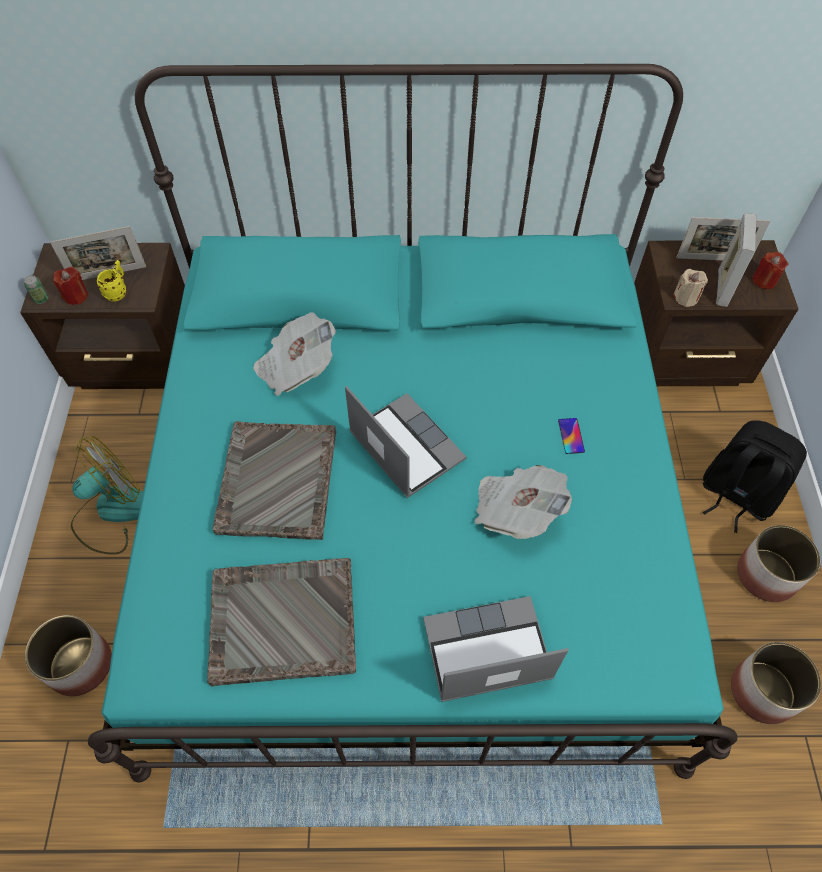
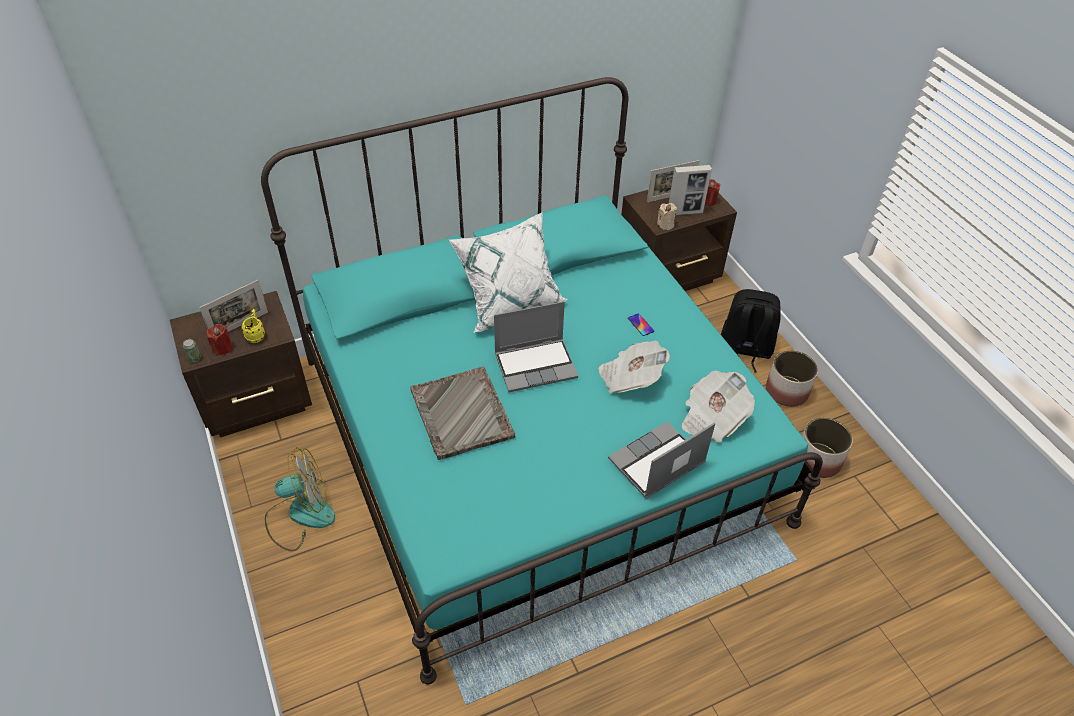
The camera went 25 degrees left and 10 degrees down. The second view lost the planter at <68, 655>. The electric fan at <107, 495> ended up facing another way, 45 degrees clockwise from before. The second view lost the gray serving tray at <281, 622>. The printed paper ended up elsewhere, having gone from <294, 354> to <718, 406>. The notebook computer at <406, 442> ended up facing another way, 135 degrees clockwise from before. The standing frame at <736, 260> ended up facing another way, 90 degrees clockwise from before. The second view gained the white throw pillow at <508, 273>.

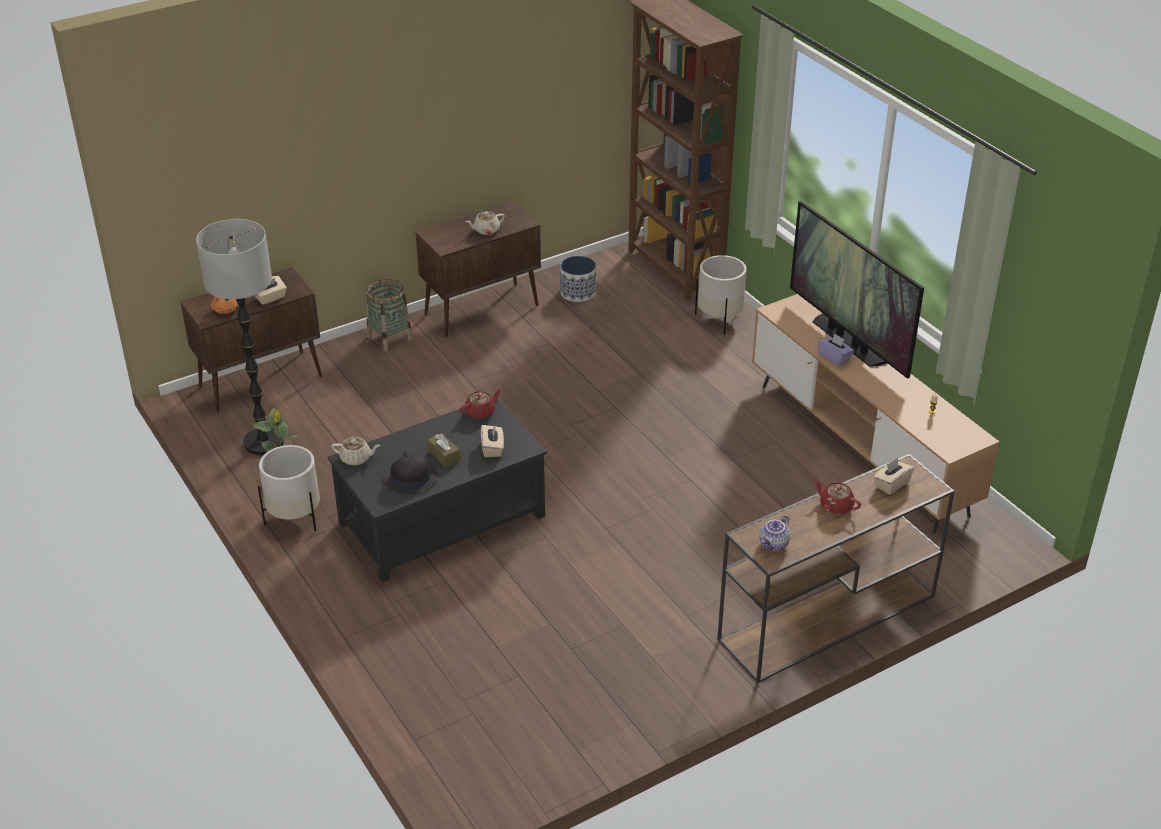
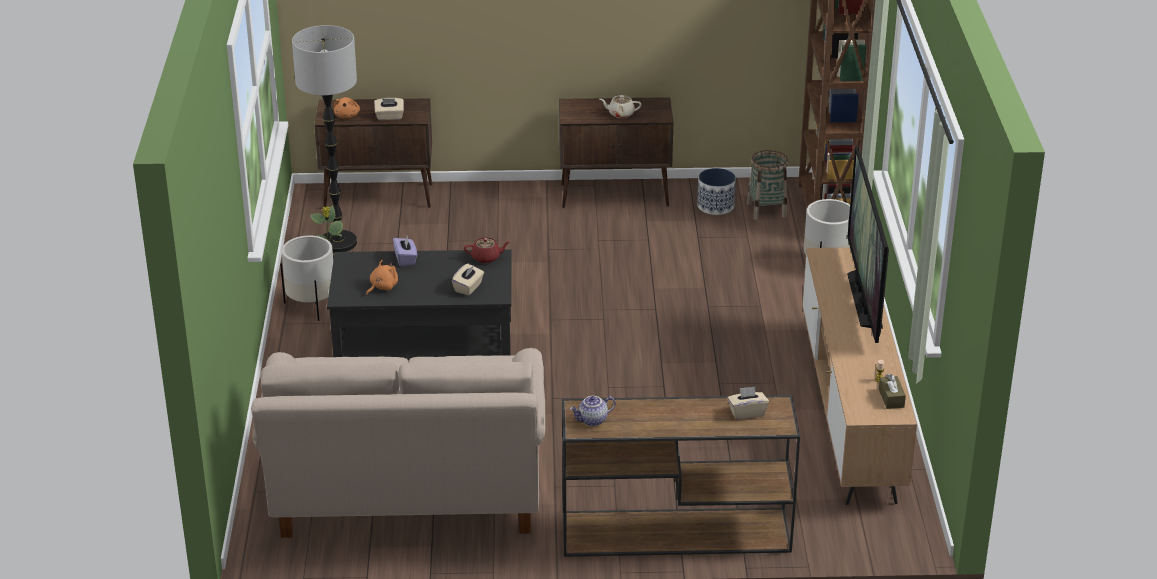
The camera went 30 degrees right and 5 degrees down. The second view lost the sand-coloured teapot at <355, 451>. The basket ended up elsewhere, having gone from <390, 315> to <767, 185>. Where the black-coloured hat stood at <410, 472>, the orangey plush toy came to stand at <382, 277>. The brown-coloured tissue box ended up elsewhere, having gone from <444, 450> to <892, 391>. The second view lost the red teapot at <837, 496>. The purple-coloured tissue box ended up elsewhere, having gone from <836, 349> to <405, 251>. The second view gained the sand-coloured settee at <398, 443>.

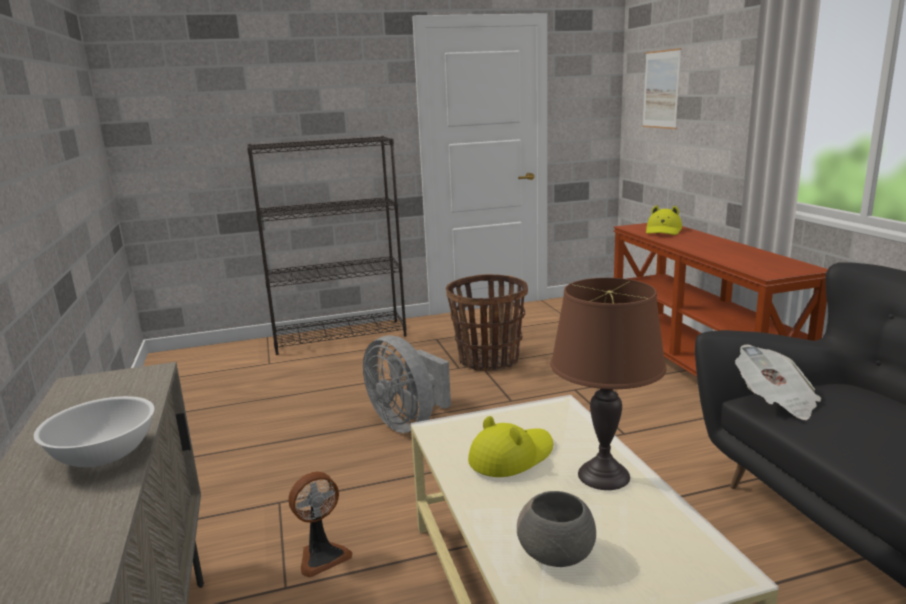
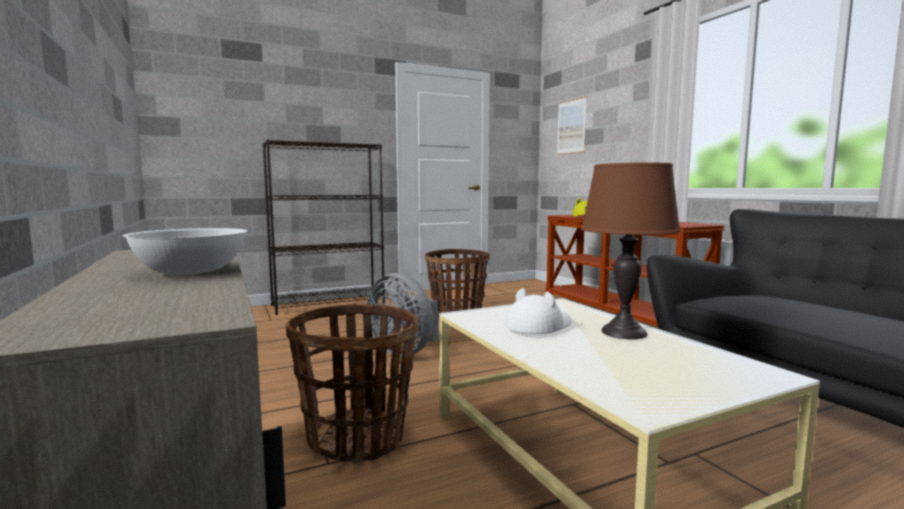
The camera went 10 degrees left and 10 degrees down. Where the electric fan stood at <320, 525>, the basket came to stand at <352, 383>. What was the yellowish hat at <510, 446> turned into the white hat at <538, 311>. The second view lost the gray serving bowl at <556, 529>. The second view lost the printed paper at <778, 382>.

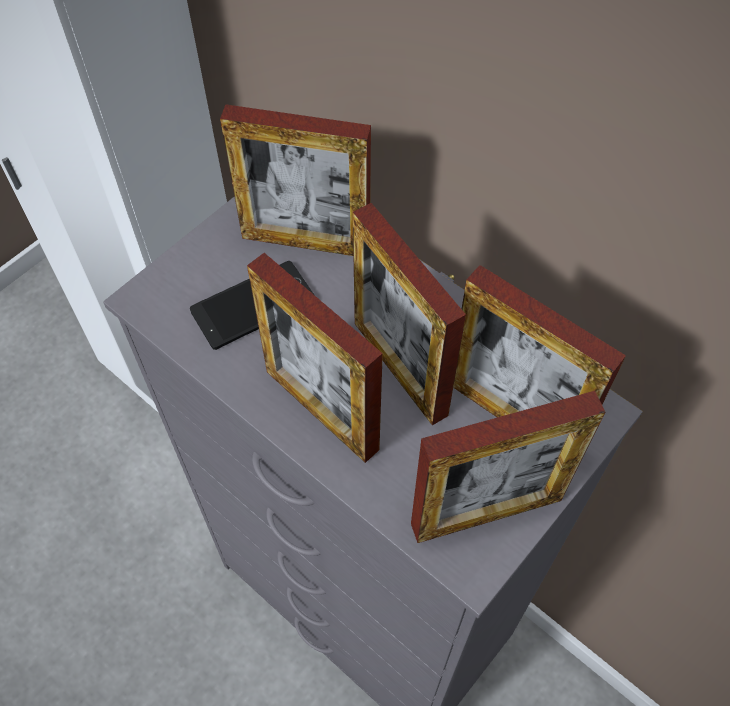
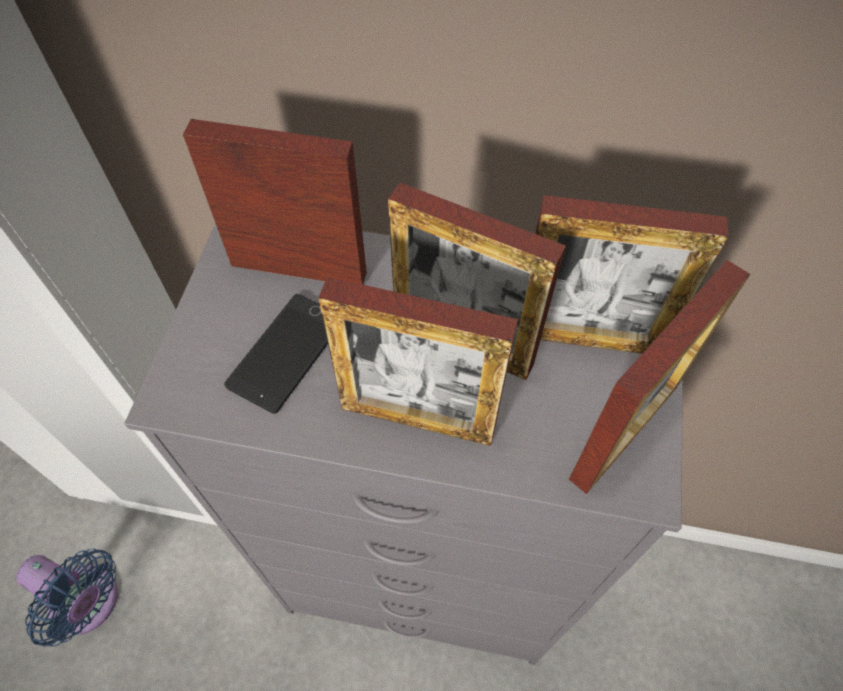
The camera went 30 degrees left and 0 degrees up. The standing frame at <295, 180> ended up facing another way, 150 degrees counterclockwise from before. The second view gained the bluish electric fan at <66, 597>.

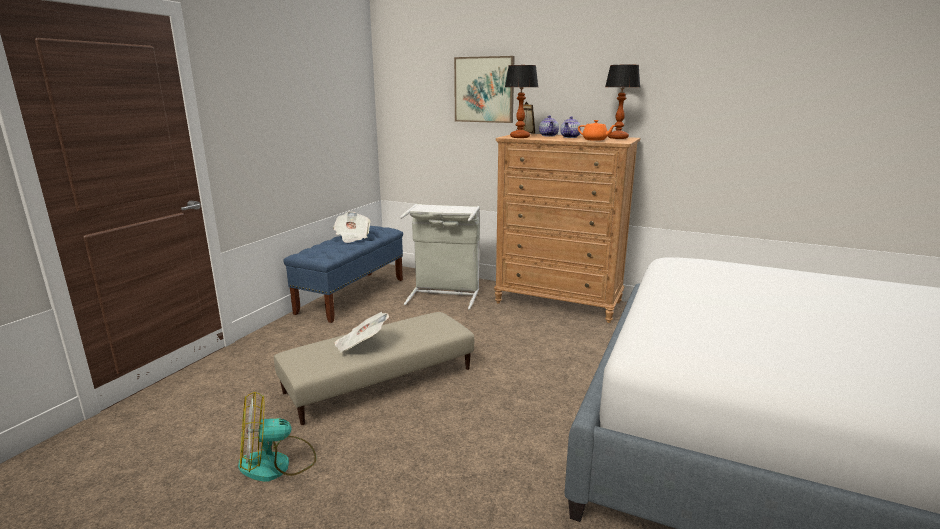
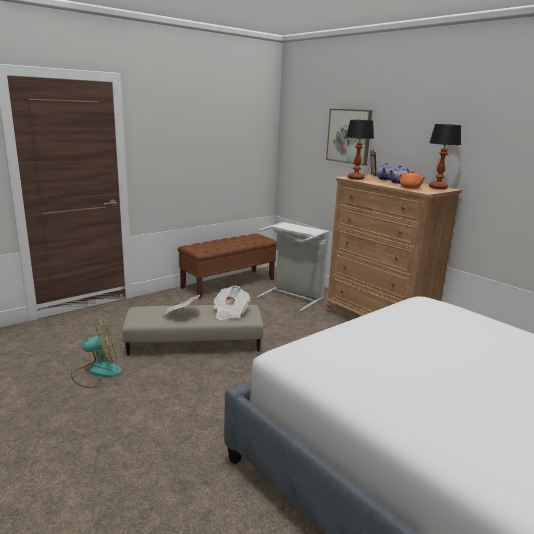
The camera went 25 degrees right and 0 degrees up. The electric fan at <277, 436> ended up facing another way, 150 degrees clockwise from before. What was the bluish long seat at <343, 274> turned into the brown-coloured long seat at <227, 266>. The printed paper ended up elsewhere, having gone from <352, 227> to <231, 303>.

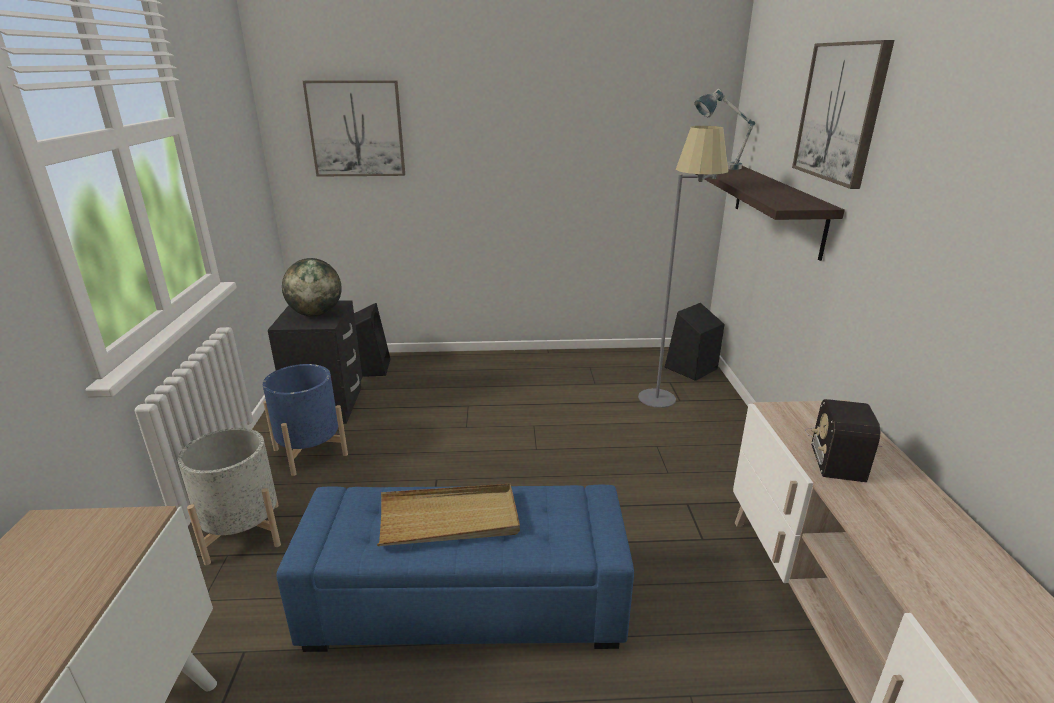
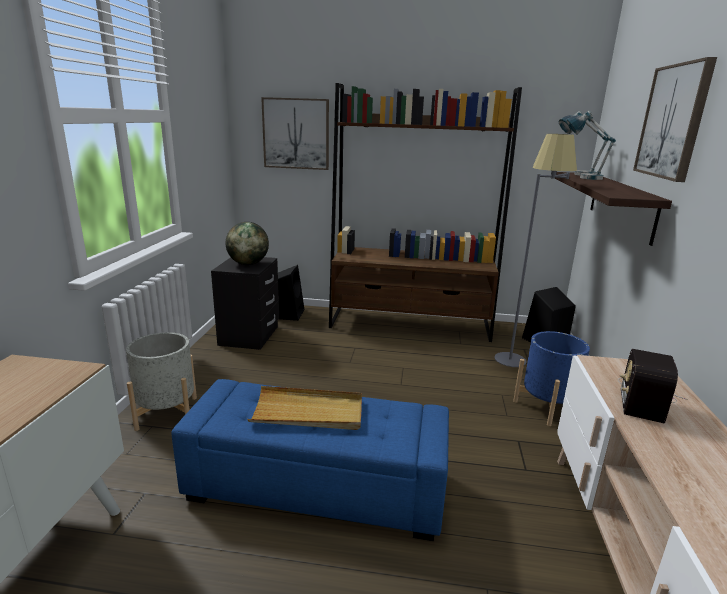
The camera went 10 degrees right and 5 degrees down. The bluish planter ended up elsewhere, having gone from <305, 420> to <551, 378>. The second view gained the brown-coloured bookshelf at <425, 212>. The second view gained the tabletop lamp at <591, 145>.

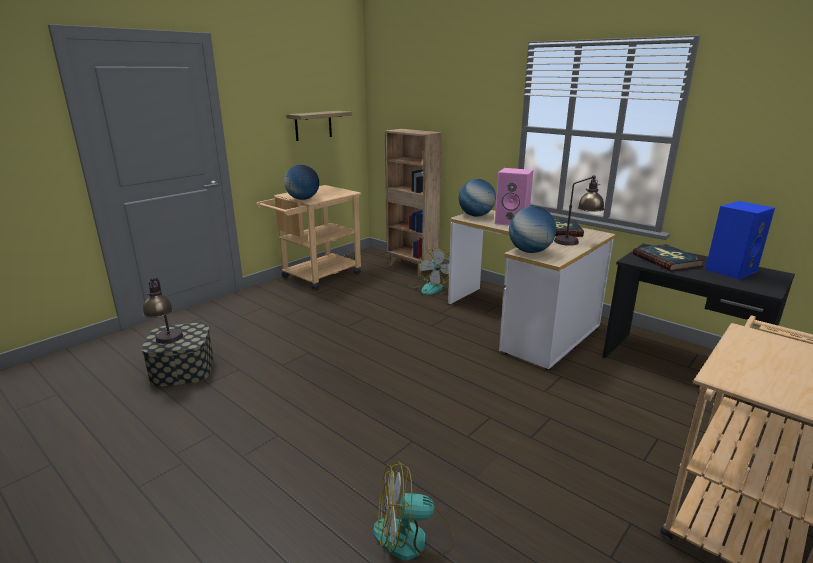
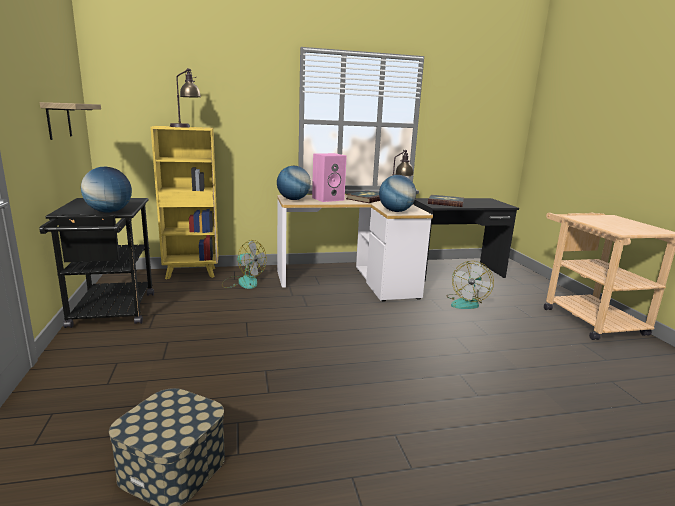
The camera went 55 degrees left and 5 degrees down. The tabletop lamp ended up elsewhere, having gone from <163, 311> to <185, 97>. What was the sand-coloured cart at <309, 237> turned into the black-coloured cart at <97, 263>. The electric fan ended up elsewhere, having gone from <414, 511> to <470, 285>. What was the brown-coloured bookshelf at <413, 202> turned into the yellowish bookshelf at <184, 202>. The second view lost the bluish audio speaker at <740, 240>.

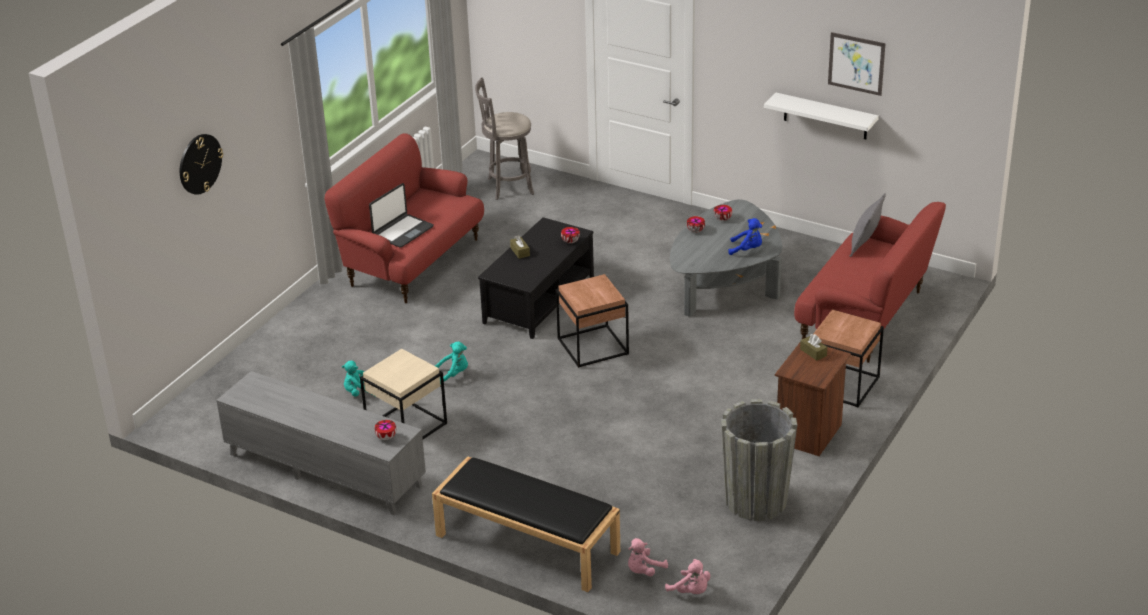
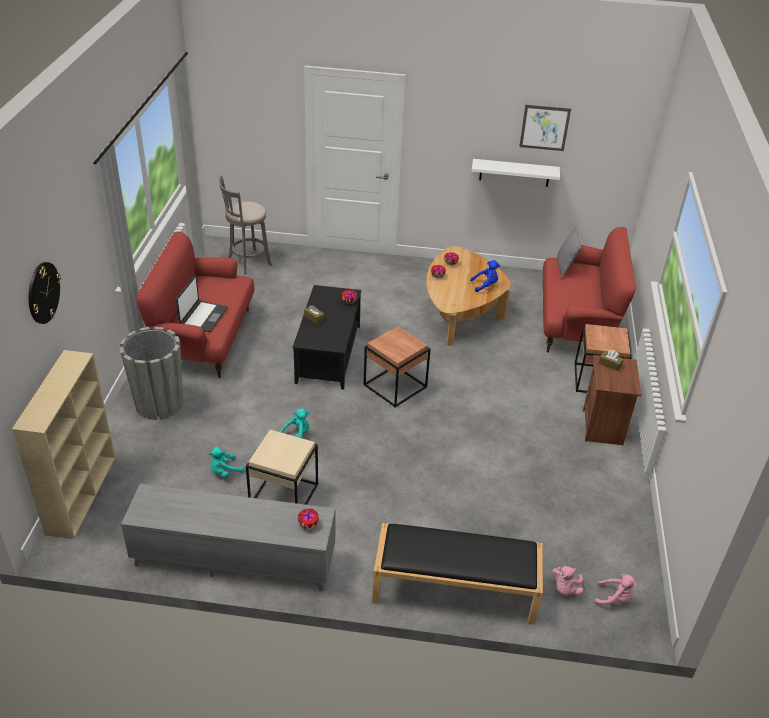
The camera went 25 degrees left and 5 degrees up. What was the gray lounge table at <726, 258> turned into the brown-coloured lounge table at <468, 296>. The gray planter ended up elsewhere, having gone from <759, 460> to <151, 373>. The second view gained the sand-coloured bookshelf at <64, 444>.

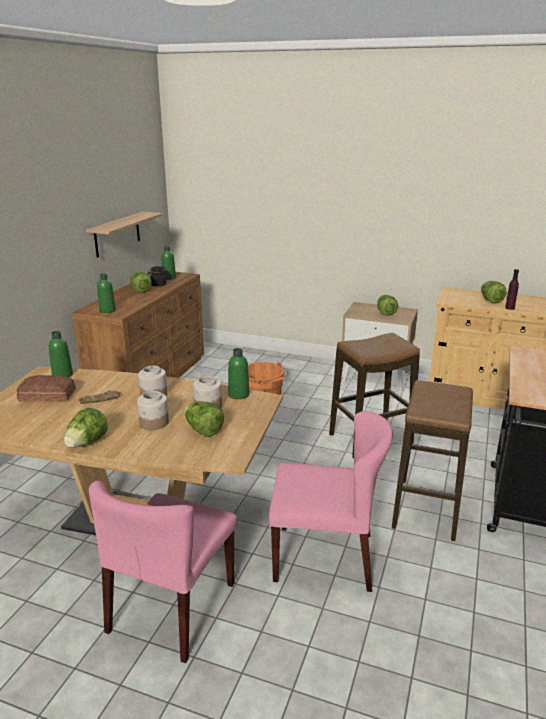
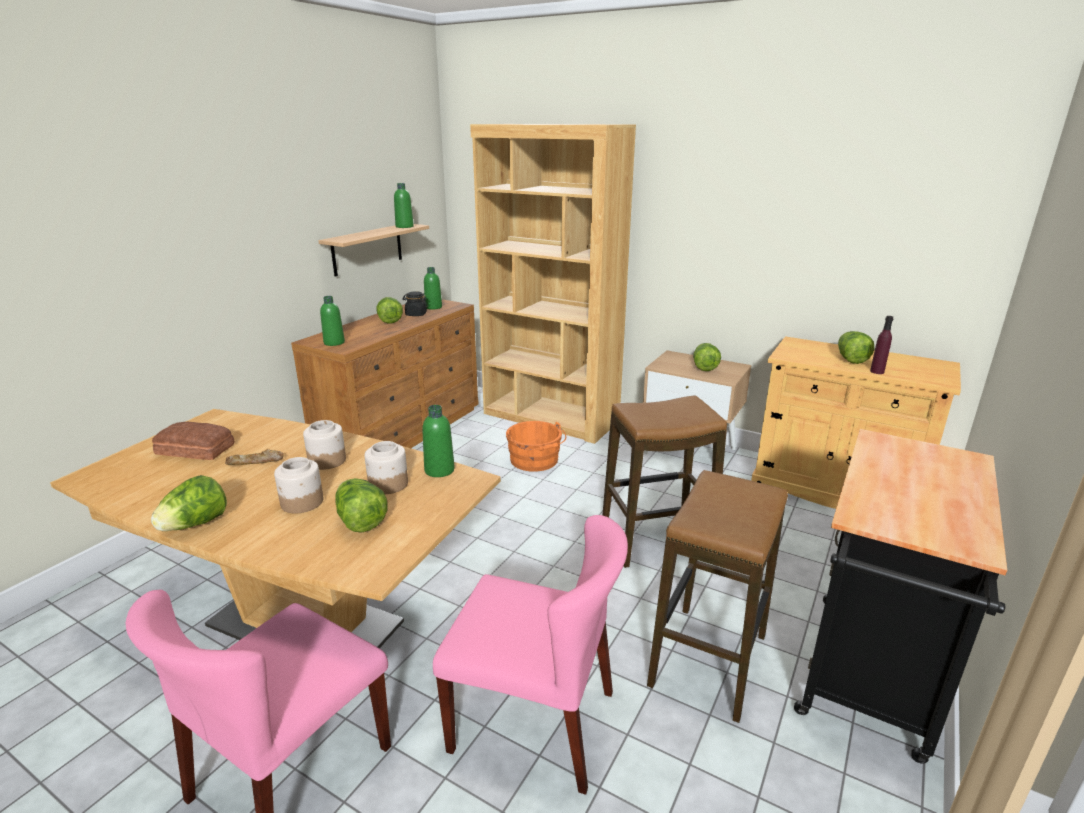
The camera went 10 degrees right and 0 degrees up. The greenish drink bottle ended up elsewhere, having gone from <61, 354> to <404, 205>. The second view gained the brown-coloured bookshelf at <553, 284>.

